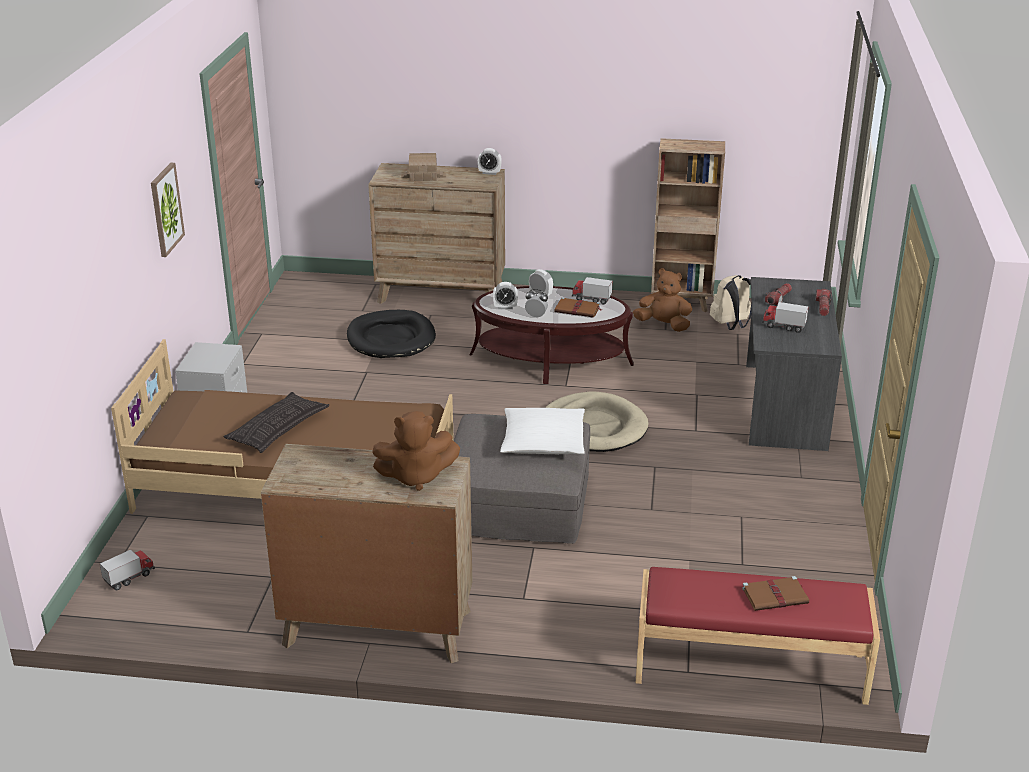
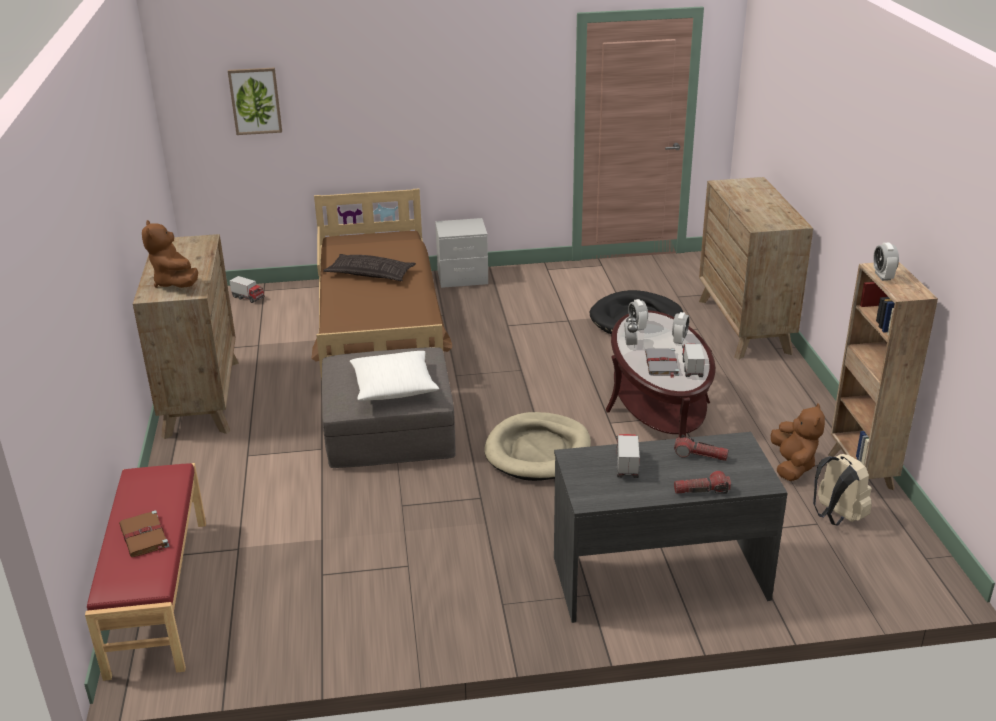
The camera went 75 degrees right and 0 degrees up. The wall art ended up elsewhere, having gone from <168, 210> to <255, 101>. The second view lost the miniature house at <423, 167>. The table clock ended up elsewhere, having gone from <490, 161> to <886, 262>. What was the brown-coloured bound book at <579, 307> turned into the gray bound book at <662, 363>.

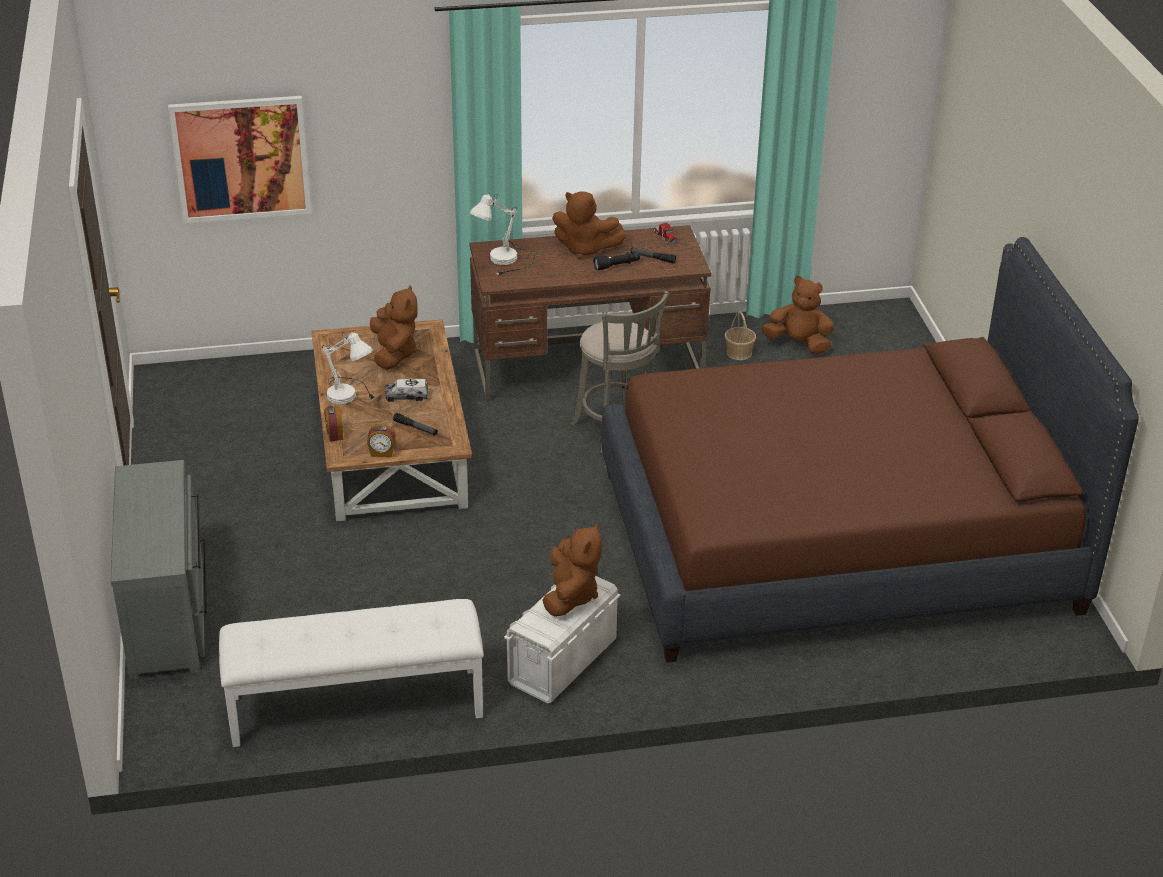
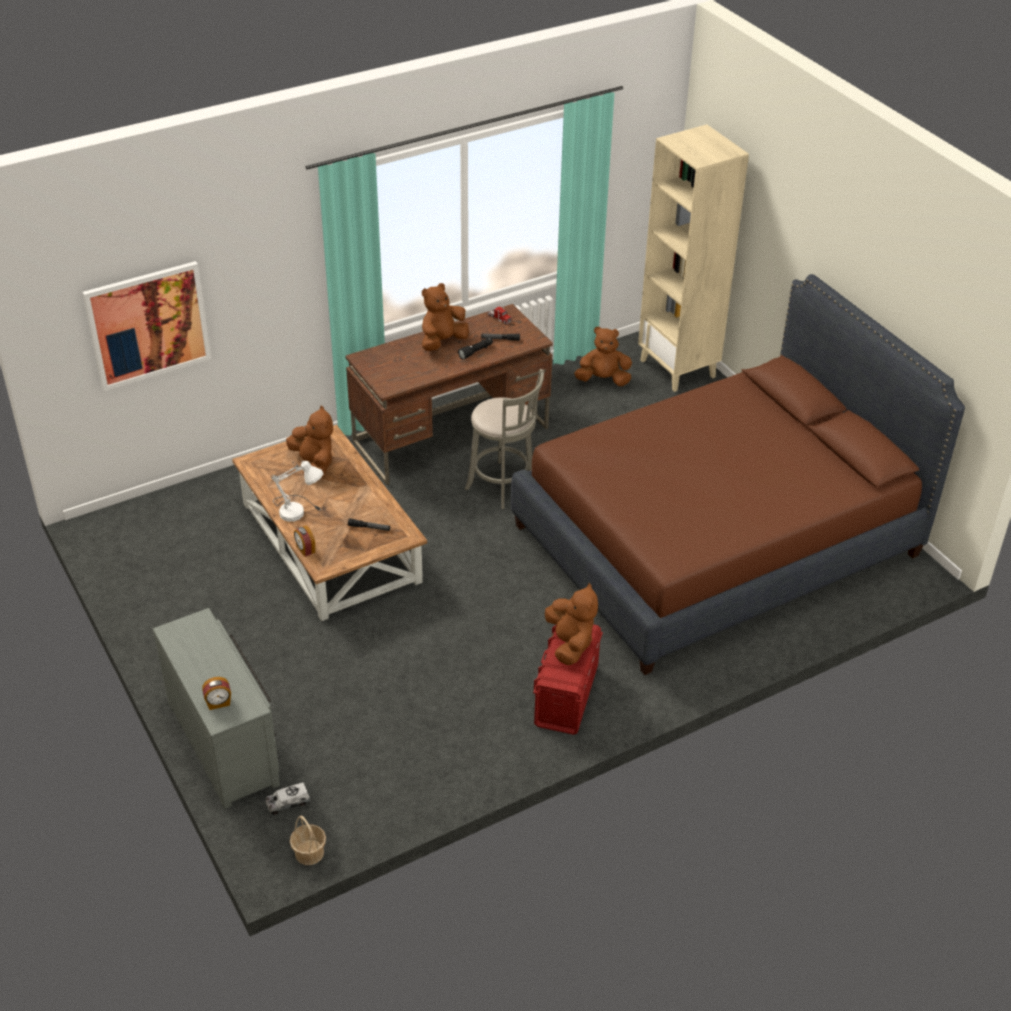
The camera went 20 degrees left and 5 degrees up. The second view lost the white long seat at <351, 673>. The table clock ended up elsewhere, having gone from <381, 440> to <216, 693>. The toy truck ended up elsewhere, having gone from <406, 390> to <288, 798>. The second view lost the white tabletop lamp at <502, 234>. What was the white storage bin at <562, 639> turned into the red storage bin at <568, 679>. The brown-coloured plush toy at <589, 225> ended up facing another way, 135 degrees clockwise from before. The basket ended up elsewhere, having gone from <740, 335> to <308, 840>. The second view gained the sand-coloured bookshelf at <693, 258>.

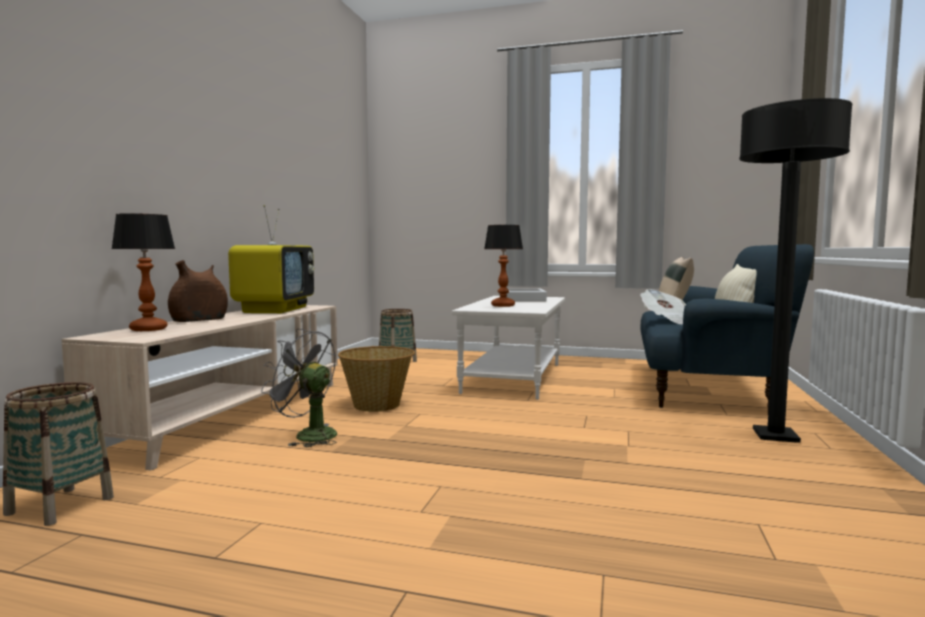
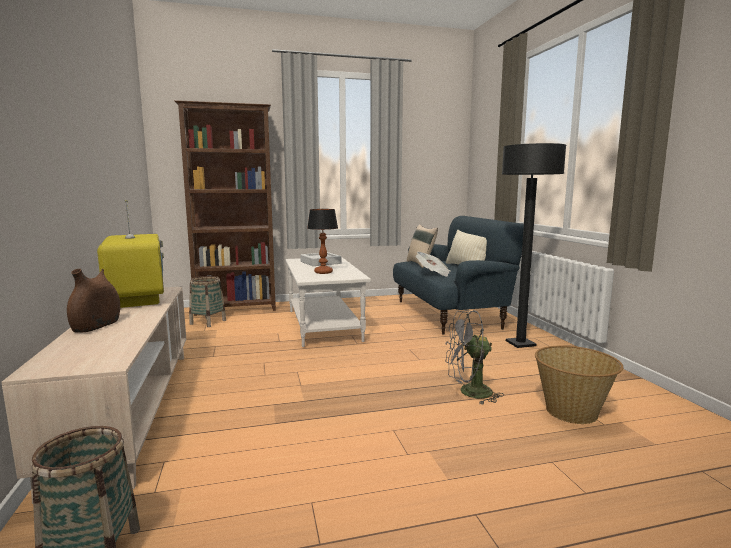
The camera went 30 degrees left and 5 degrees up. The second view lost the tabletop lamp at <143, 272>. The gray electric fan ended up elsewhere, having gone from <299, 388> to <474, 357>. The basket ended up elsewhere, having gone from <376, 379> to <579, 385>. The second view gained the brown-coloured bookshelf at <225, 208>.

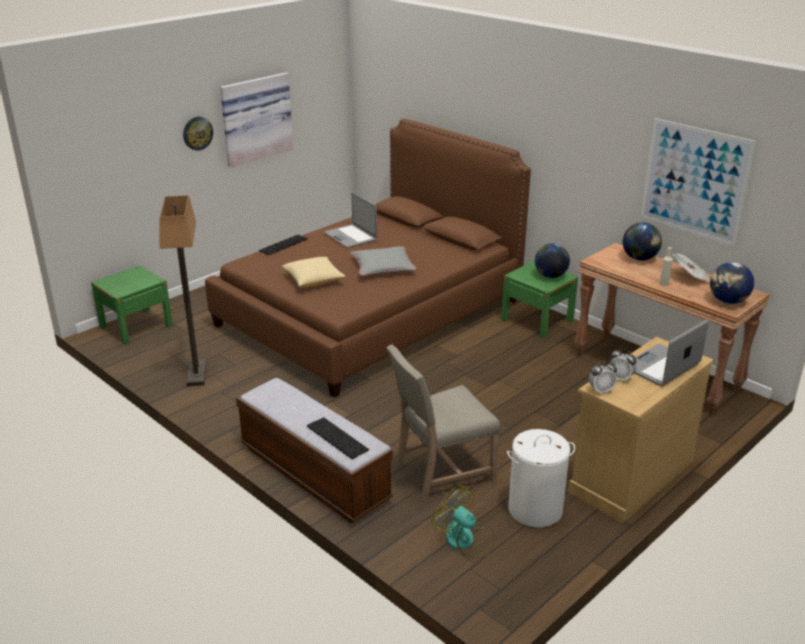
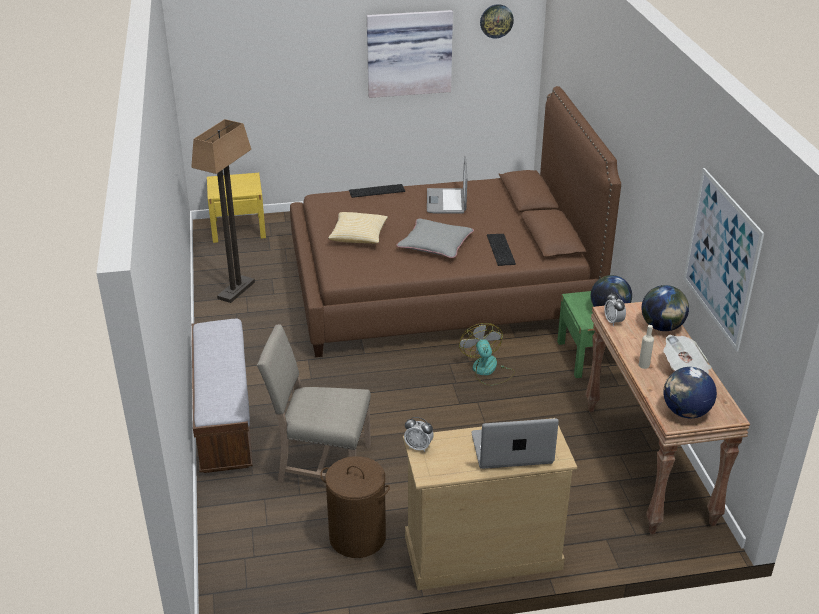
The camera went 35 degrees right and 5 degrees up. What was the greenish night table at <132, 305> turned into the yellowish night table at <236, 208>. The hanging clock ended up elsewhere, having gone from <198, 134> to <497, 21>. The keyboard ended up elsewhere, having gone from <338, 438> to <501, 250>. The electric fan ended up elsewhere, having gone from <464, 521> to <487, 354>. What was the white washing basket at <541, 478> turned into the brown-coloured washing basket at <355, 507>. The table clock ended up elsewhere, having gone from <623, 365> to <615, 309>.

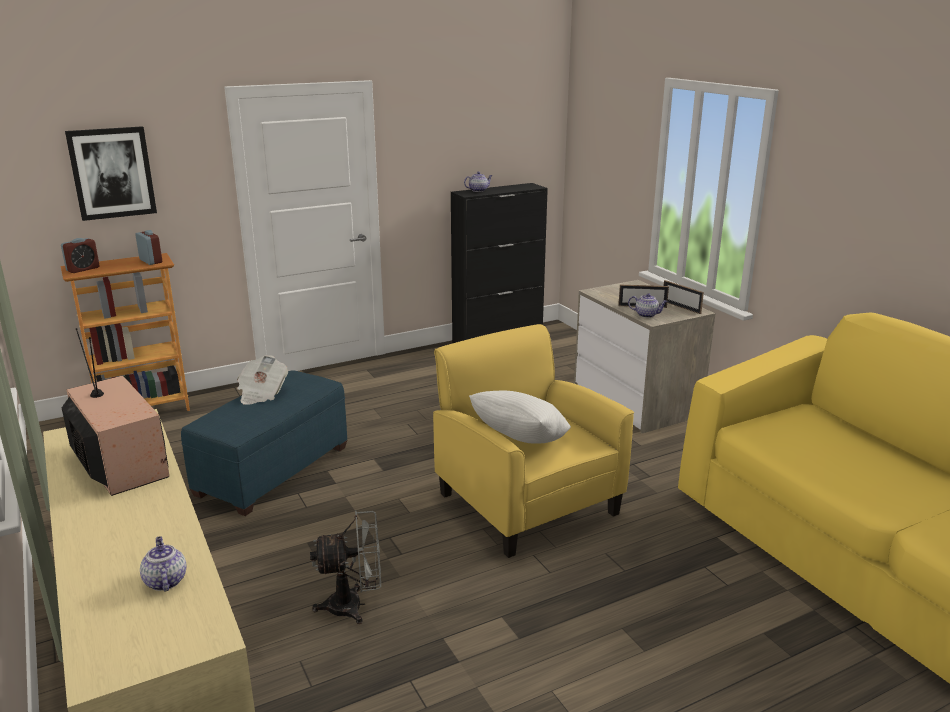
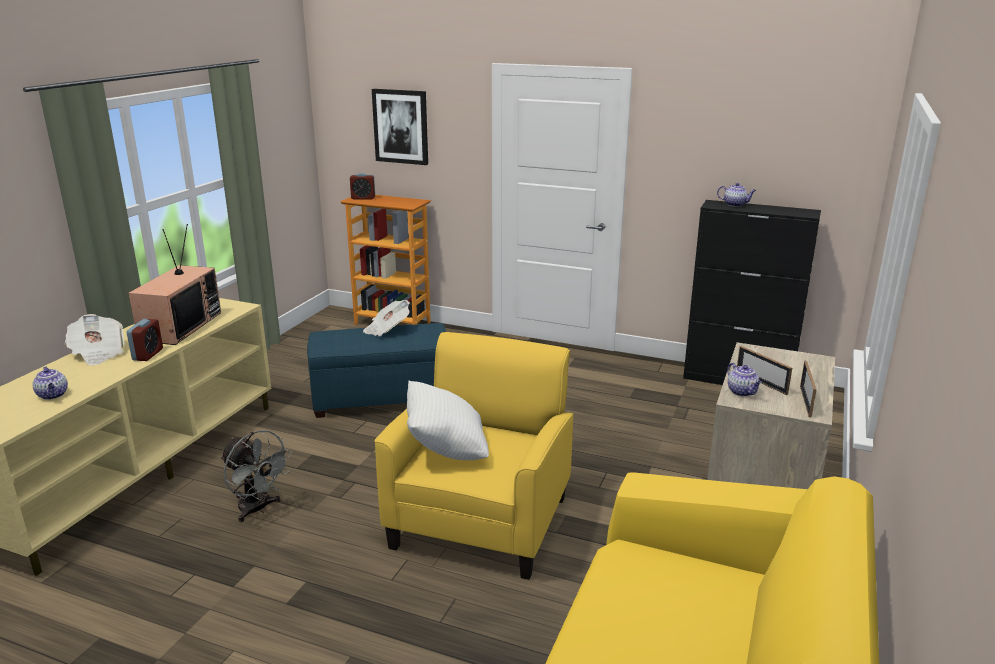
The camera went 50 degrees right and 0 degrees up. The table clock ended up elsewhere, having gone from <148, 247> to <145, 340>. The teapot at <163, 564> ended up facing another way, 120 degrees clockwise from before. The second view gained the printed paper at <94, 340>.

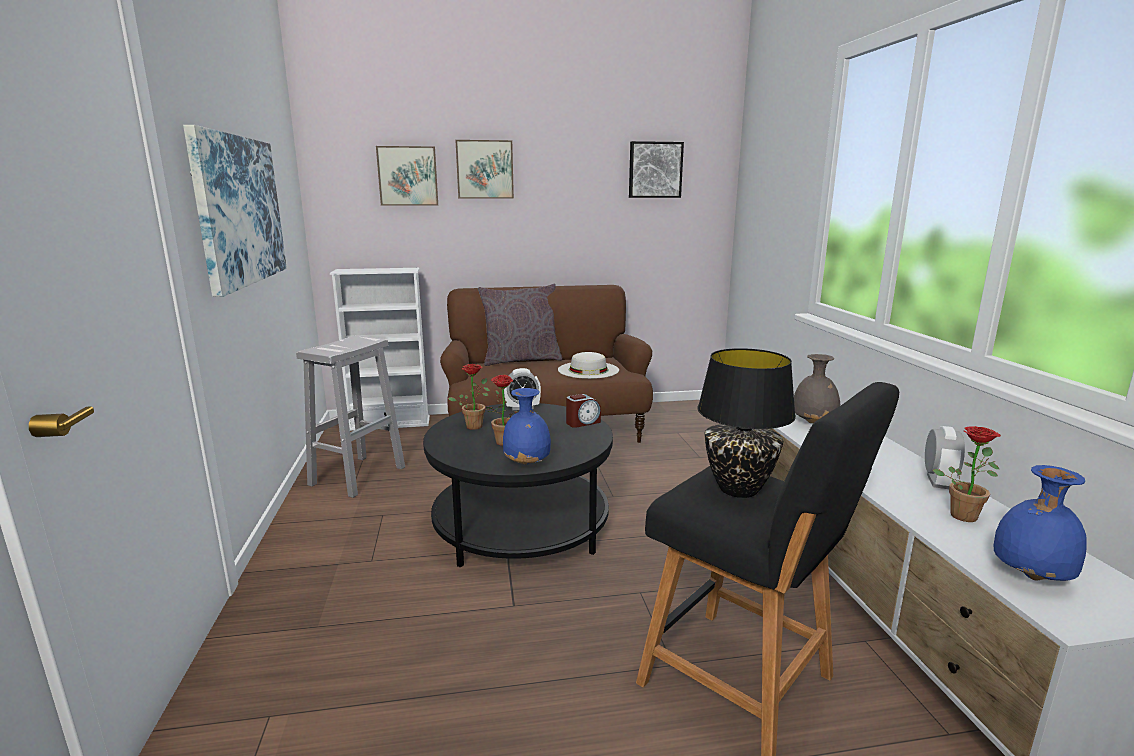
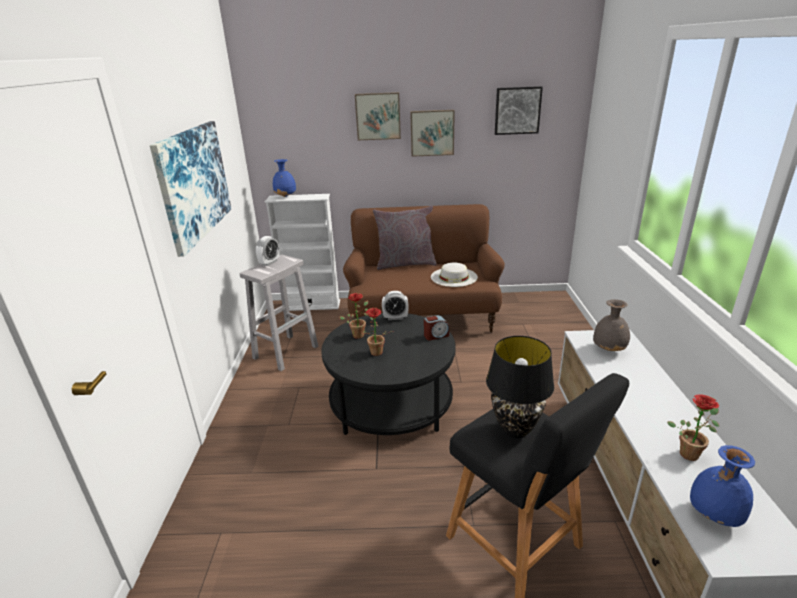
The camera went 10 degrees right and 10 degrees up. The wall art ended up elsewhere, having gone from <407, 176> to <432, 133>. The bluish vase ended up elsewhere, having gone from <527, 426> to <284, 178>. The table clock ended up elsewhere, having gone from <945, 457> to <268, 251>.

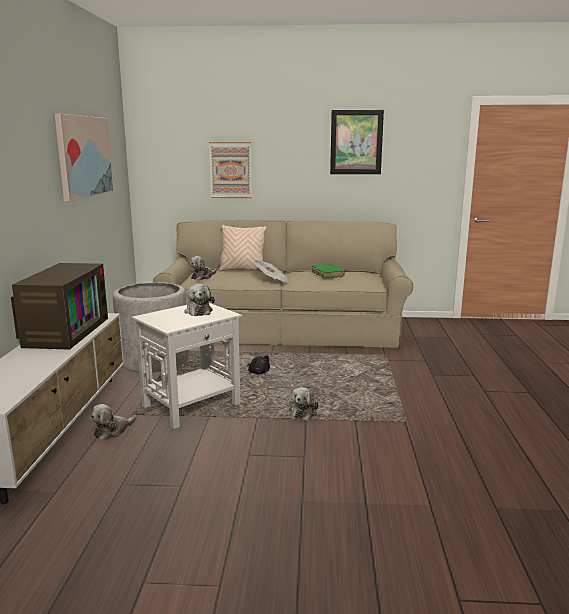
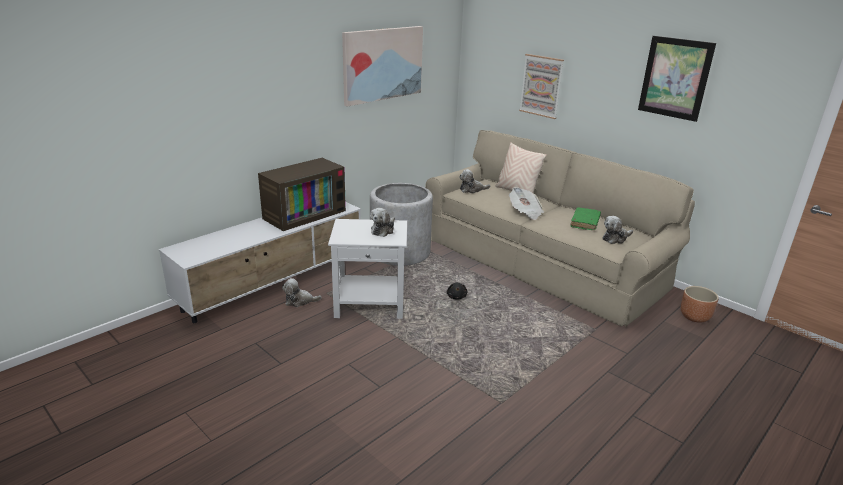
The camera went 40 degrees right and 10 degrees up. The plush toy ended up elsewhere, having gone from <305, 403> to <617, 230>. The second view gained the brown-coloured planter at <700, 304>.

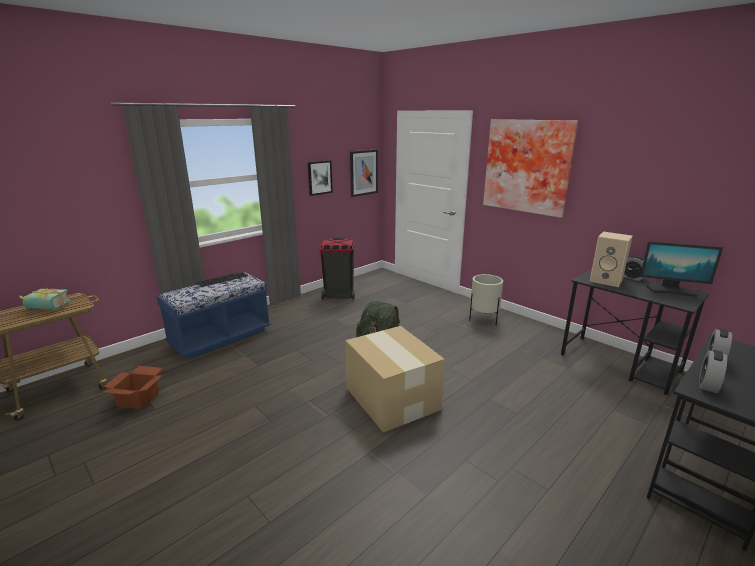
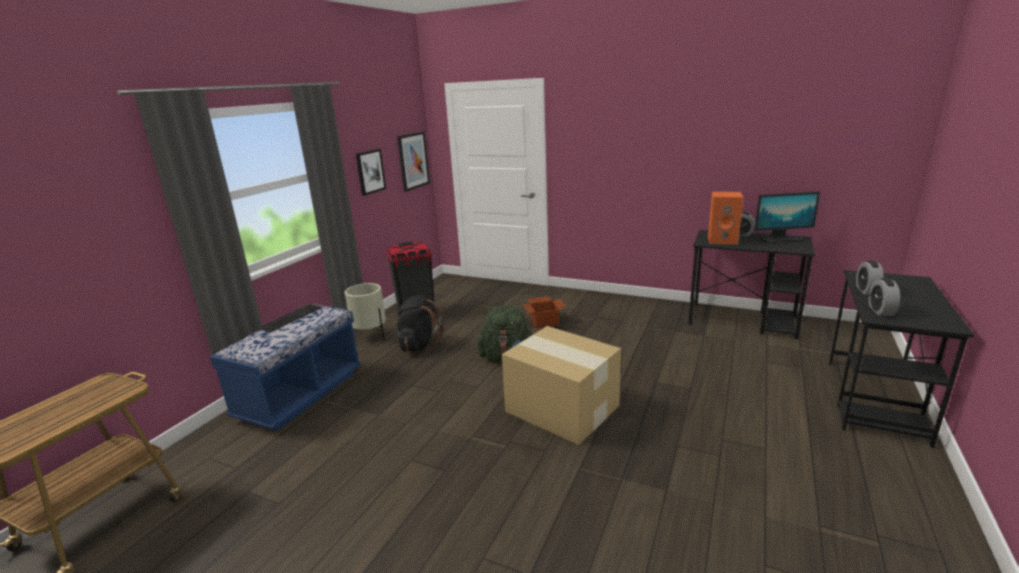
The camera went 20 degrees left and 0 degrees up. The second view lost the bound book at <45, 299>. The cardboard box ended up elsewhere, having gone from <132, 387> to <544, 312>. The sand-coloured planter ended up elsewhere, having gone from <486, 299> to <365, 312>. The second view lost the wall art at <530, 168>. What was the sand-coloured audio speaker at <611, 259> turned into the orangey audio speaker at <725, 218>. The second view gained the black-coloured backpack at <419, 323>.

